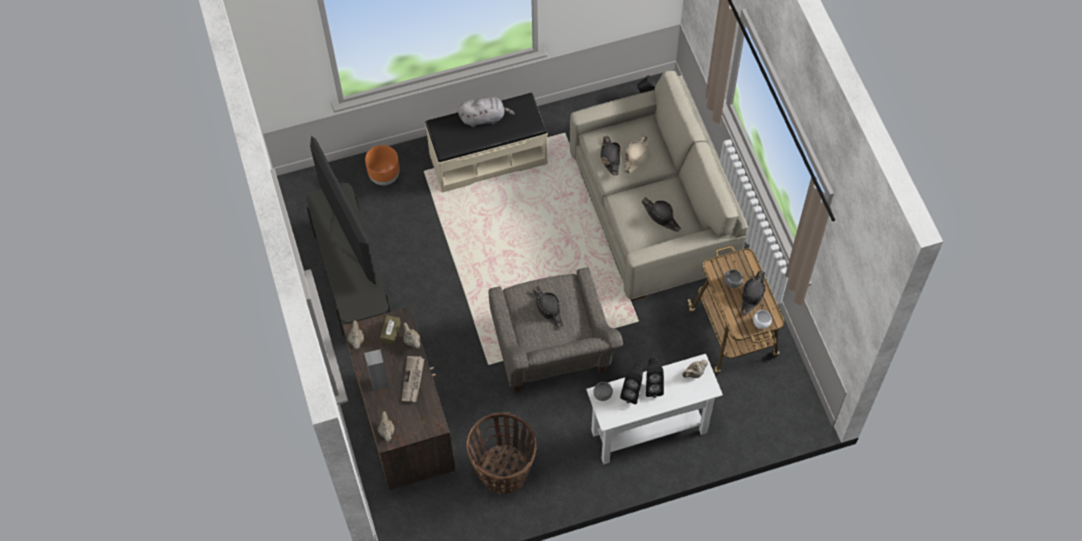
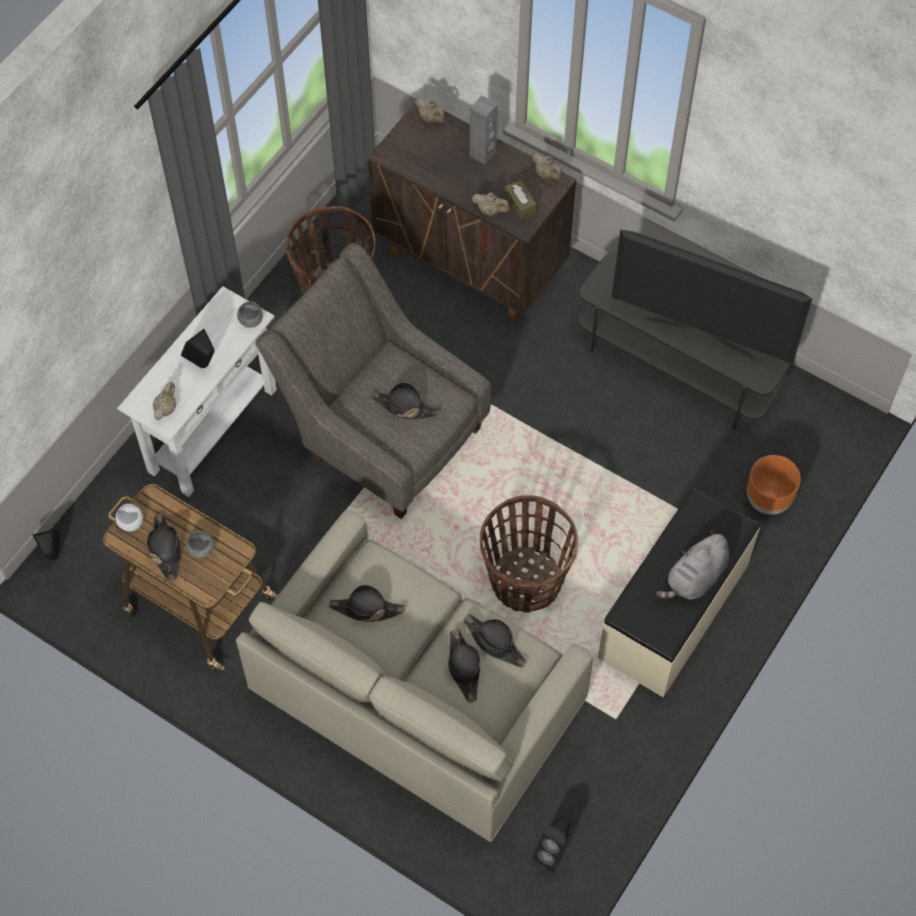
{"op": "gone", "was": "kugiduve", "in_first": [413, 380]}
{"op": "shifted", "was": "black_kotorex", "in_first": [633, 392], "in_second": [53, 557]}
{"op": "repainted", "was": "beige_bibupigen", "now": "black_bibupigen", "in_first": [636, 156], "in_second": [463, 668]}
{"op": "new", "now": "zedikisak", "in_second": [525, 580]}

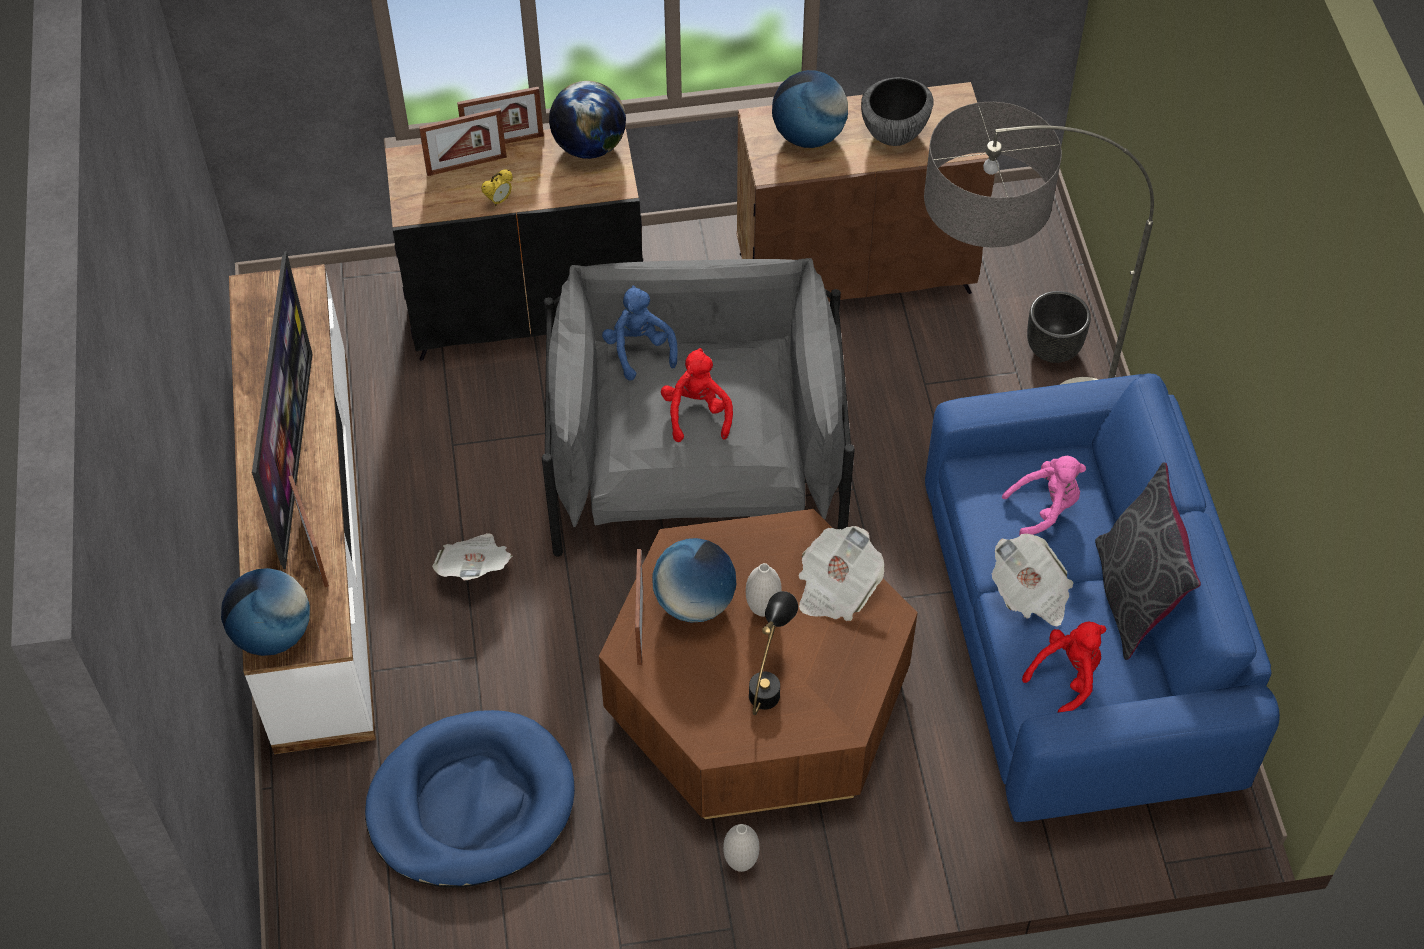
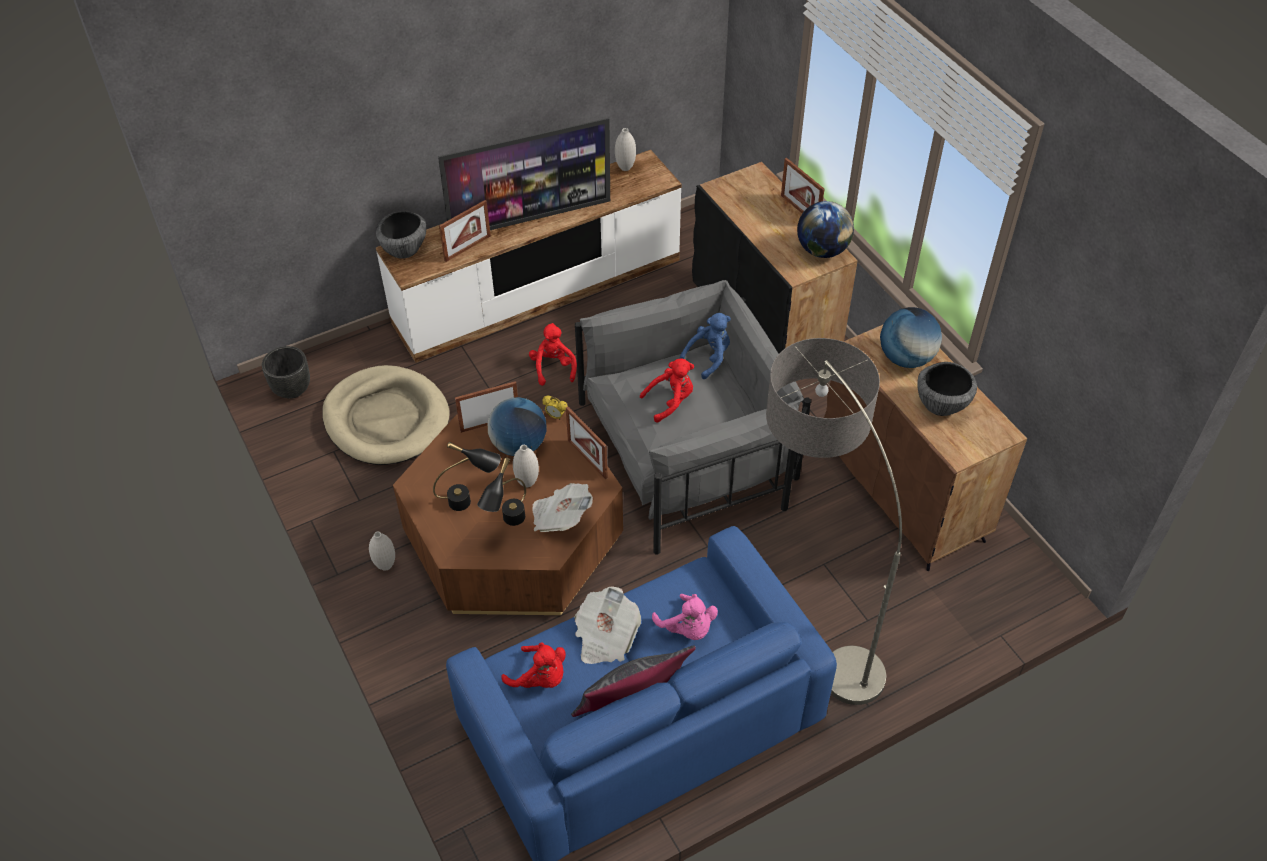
{"op": "swapped", "was": "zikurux", "now": "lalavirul", "in_first": [273, 634], "in_second": [404, 250]}
{"op": "repainted", "was": "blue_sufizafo", "now": "beige_sufizafo", "in_first": [471, 803], "in_second": [386, 419]}
{"op": "shifted", "was": "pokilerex", "in_first": [466, 165], "in_second": [587, 459]}
{"op": "swapped", "was": "kugiduve", "now": "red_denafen", "in_first": [475, 568], "in_second": [553, 367]}
{"op": "shifted", "was": "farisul", "in_first": [499, 200], "in_second": [555, 416]}
{"op": "shifted", "was": "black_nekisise", "in_first": [1053, 350], "in_second": [292, 390]}
{"op": "new", "now": "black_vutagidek", "in_second": [508, 524]}
{"op": "new", "now": "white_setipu", "in_second": [625, 167]}

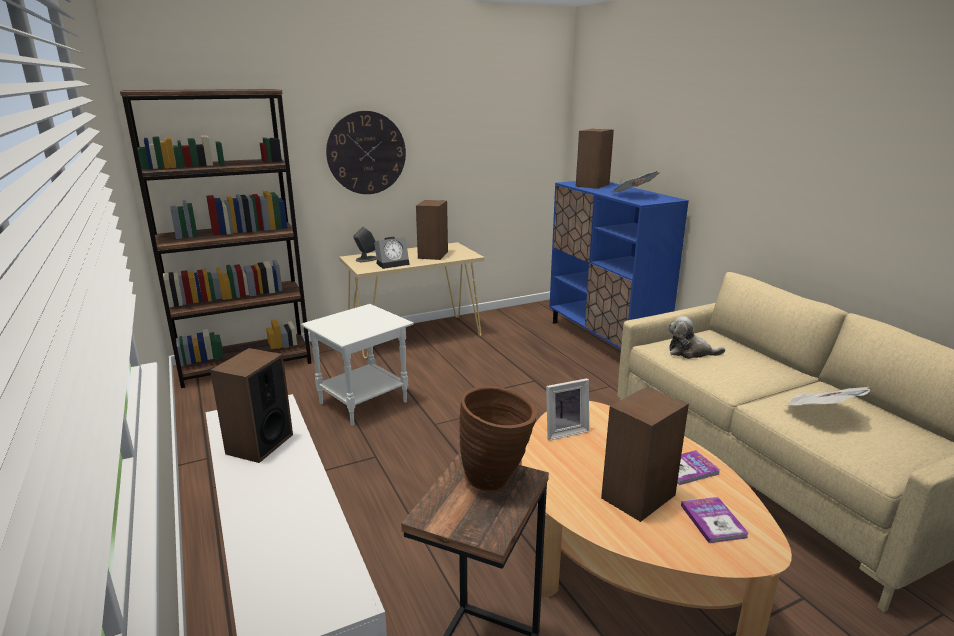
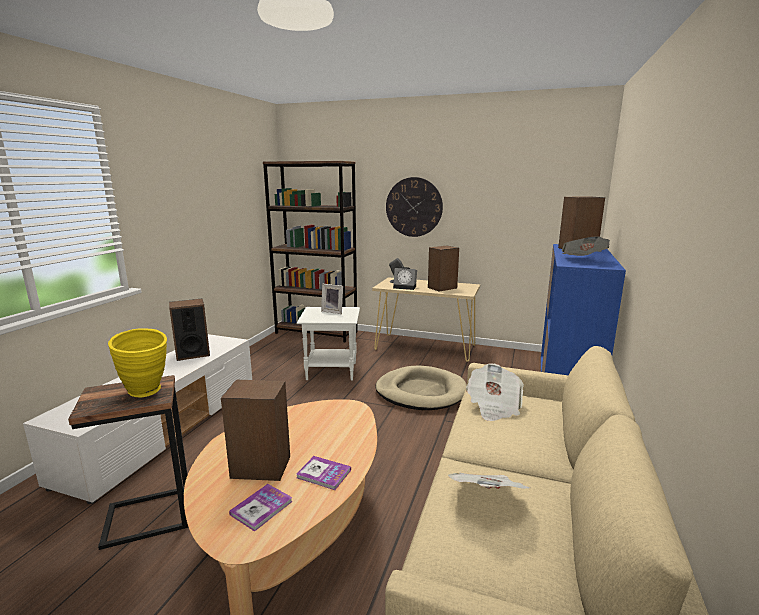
{"op": "repainted", "was": "brown_setipu", "now": "yellow_setipu", "in_first": [498, 480], "in_second": [147, 393]}
{"op": "shifted", "was": "pokilerex", "in_first": [564, 431], "in_second": [333, 311]}
{"op": "swapped", "was": "denafen", "now": "kugiduve", "in_first": [690, 352], "in_second": [493, 406]}
{"op": "new", "now": "beige_sufizafo", "in_second": [421, 392]}

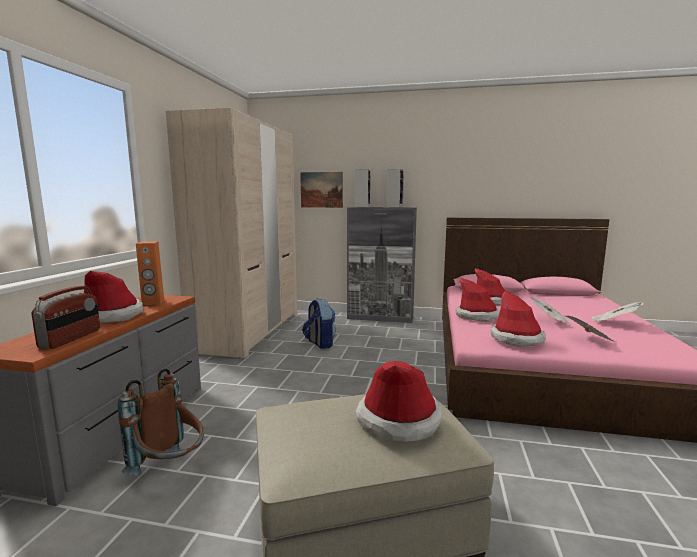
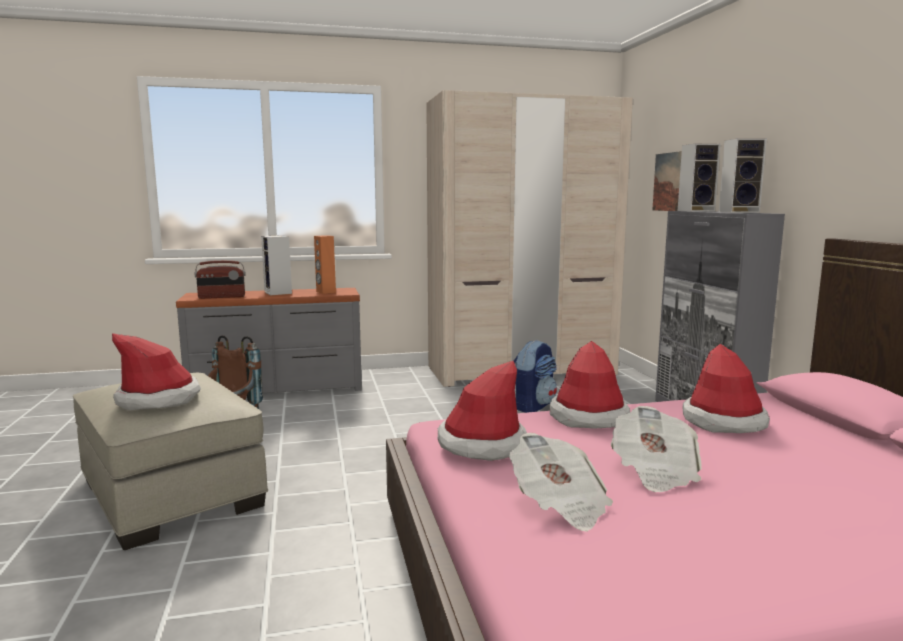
{"op": "swapped", "was": "bibupigen", "now": "kotorex", "in_first": [111, 316], "in_second": [279, 293]}
{"op": "gone", "was": "kugiduve", "in_first": [613, 323]}

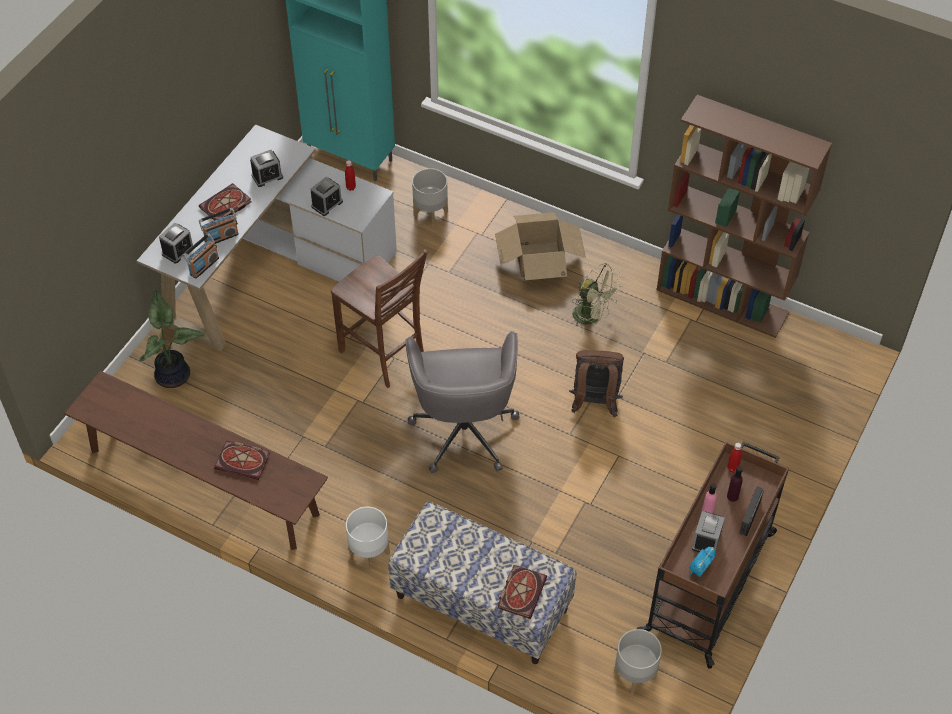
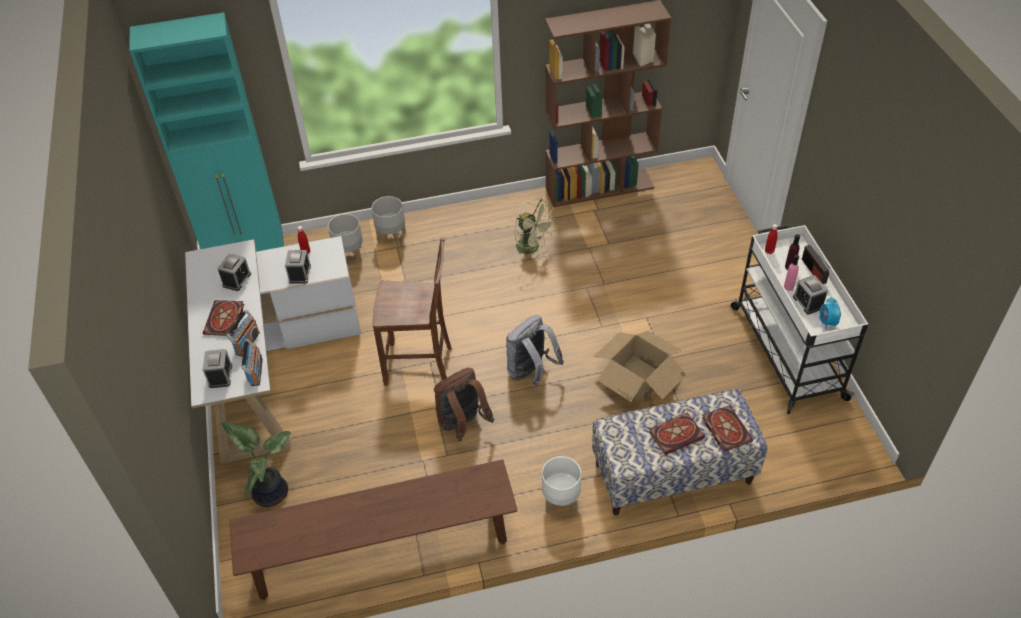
{"op": "shifted", "was": "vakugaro", "in_first": [244, 461], "in_second": [676, 434]}
{"op": "swapped", "was": "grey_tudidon", "now": "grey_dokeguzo", "in_first": [464, 429], "in_second": [531, 372]}
{"op": "shifted", "was": "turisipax", "in_first": [539, 260], "in_second": [638, 378]}
{"op": "shifted", "was": "brown_dokeguzo", "in_first": [594, 403], "in_second": [462, 425]}
{"op": "rotated", "was": "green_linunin", "in_first": [592, 317], "in_second": [532, 248], "clockwise": 45}
{"op": "shifted", "was": "grey_nekisise", "in_first": [635, 675], "in_second": [392, 237]}
{"op": "repainted", "was": "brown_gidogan", "now": "white_gidogan", "in_first": [709, 582], "in_second": [786, 350]}

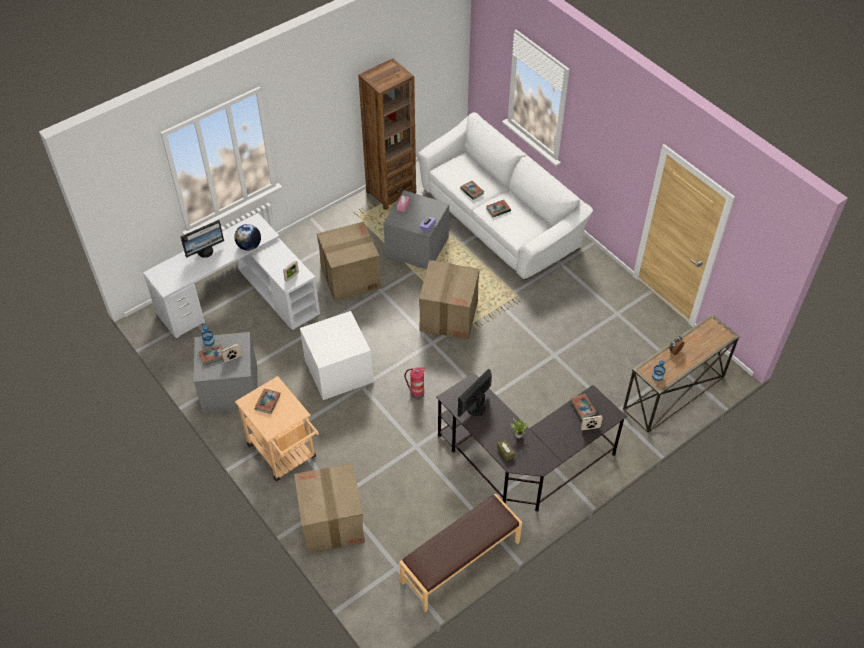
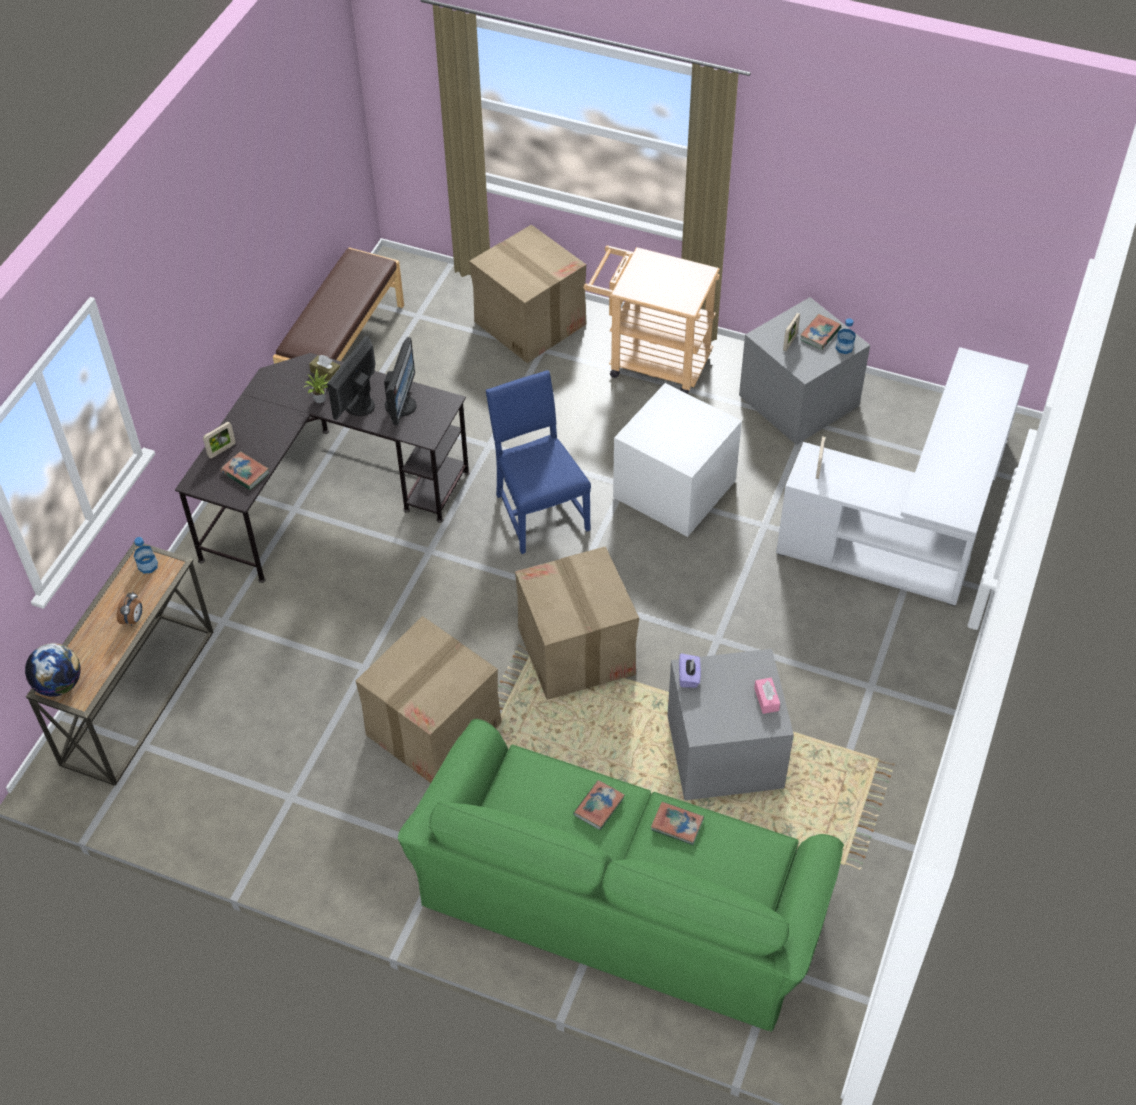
{"op": "shifted", "was": "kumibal", "in_first": [205, 251], "in_second": [358, 405]}
{"op": "shifted", "was": "zikurux", "in_first": [249, 246], "in_second": [59, 684]}
{"op": "gone", "was": "vakugaro", "in_first": [267, 402]}
{"op": "shifted", "was": "turisipax", "in_first": [350, 277], "in_second": [434, 728]}
{"op": "gone", "was": "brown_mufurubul", "in_first": [391, 192]}
{"op": "swapped", "was": "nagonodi", "now": "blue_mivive", "in_first": [416, 393], "in_second": [538, 511]}
{"op": "repainted", "was": "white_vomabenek", "now": "green_vomabenek", "in_first": [499, 218], "in_second": [621, 897]}

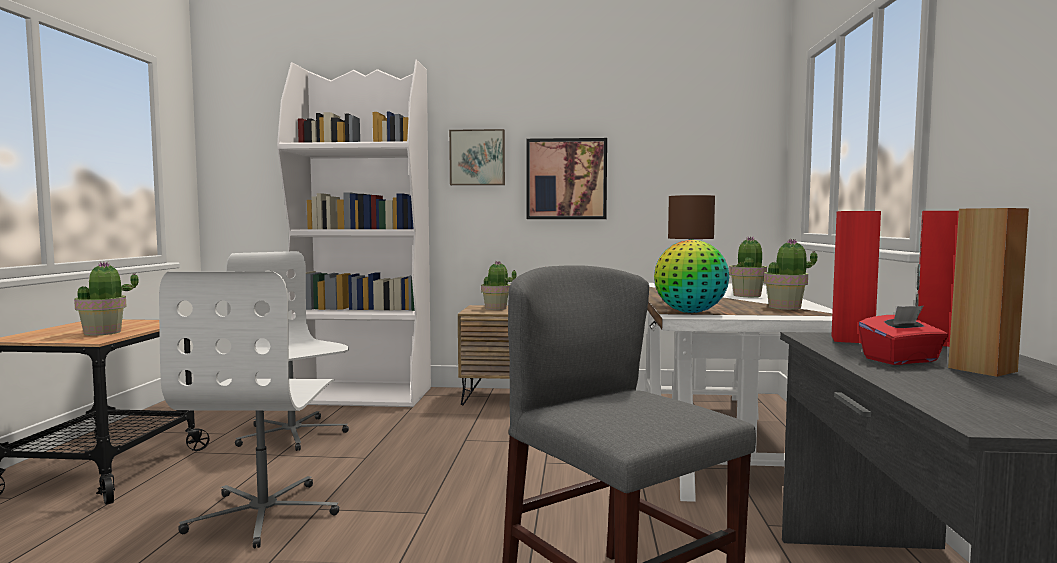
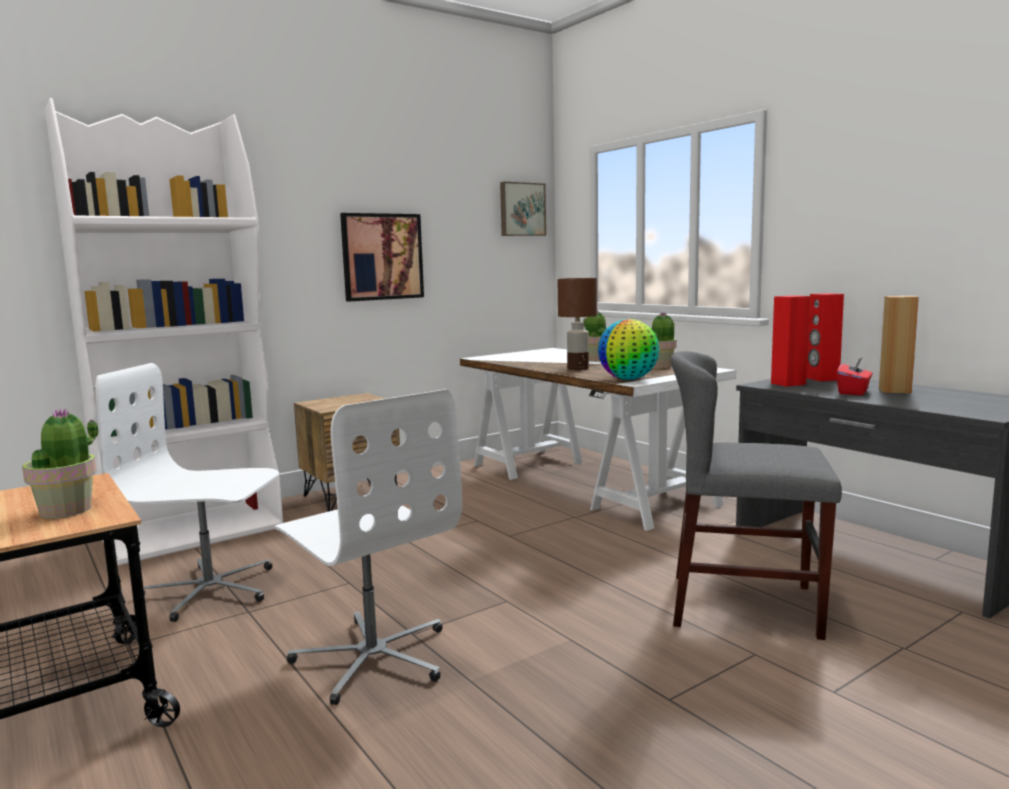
{"op": "shifted", "was": "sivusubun", "in_first": [477, 157], "in_second": [521, 209]}
{"op": "gone", "was": "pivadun", "in_first": [496, 308]}

